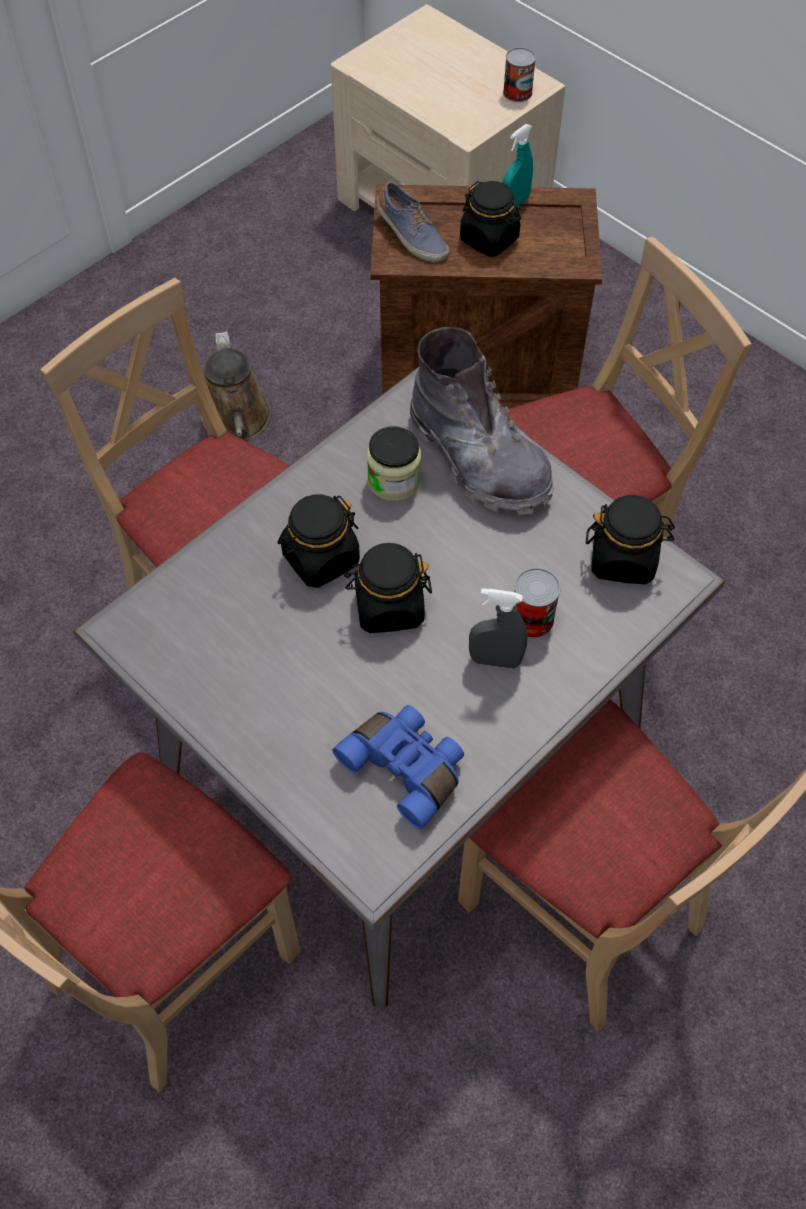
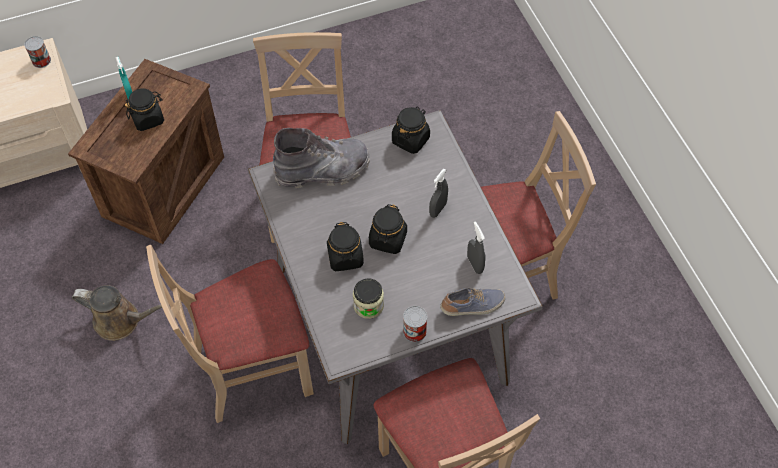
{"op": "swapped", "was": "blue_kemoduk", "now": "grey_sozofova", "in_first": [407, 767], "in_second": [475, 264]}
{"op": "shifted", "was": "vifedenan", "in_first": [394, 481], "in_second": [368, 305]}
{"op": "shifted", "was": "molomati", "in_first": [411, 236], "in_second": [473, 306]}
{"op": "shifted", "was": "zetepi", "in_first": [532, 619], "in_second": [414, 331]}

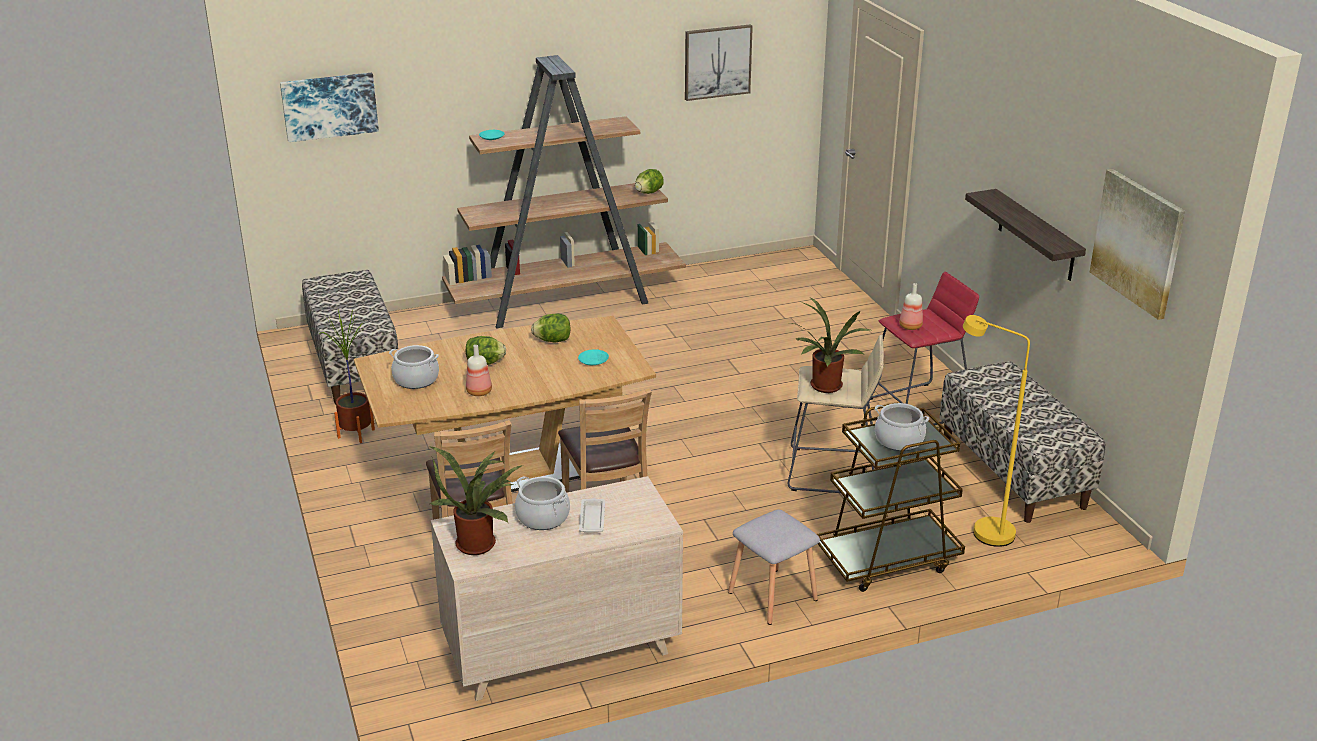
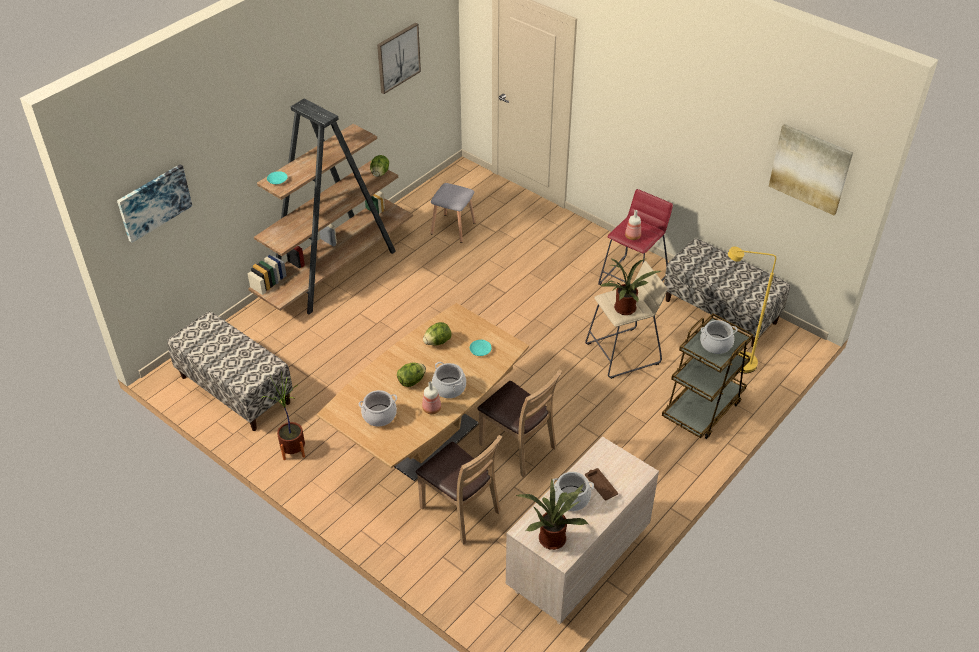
{"op": "repainted", "was": "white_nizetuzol", "now": "brown_nizetuzol", "in_first": [592, 518], "in_second": [600, 485]}
{"op": "shifted", "was": "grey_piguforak", "in_first": [773, 595], "in_second": [453, 227]}
{"op": "gone", "was": "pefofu", "in_first": [1036, 235]}
{"op": "new", "now": "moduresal", "in_second": [449, 388]}

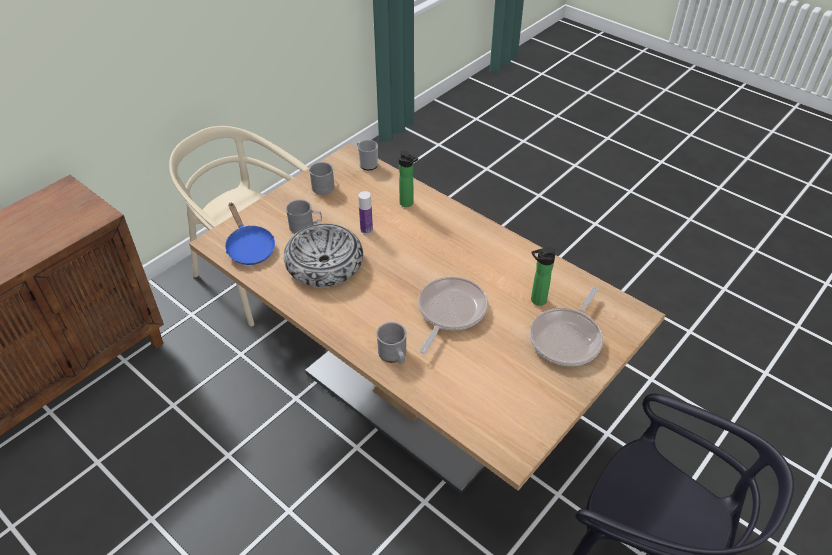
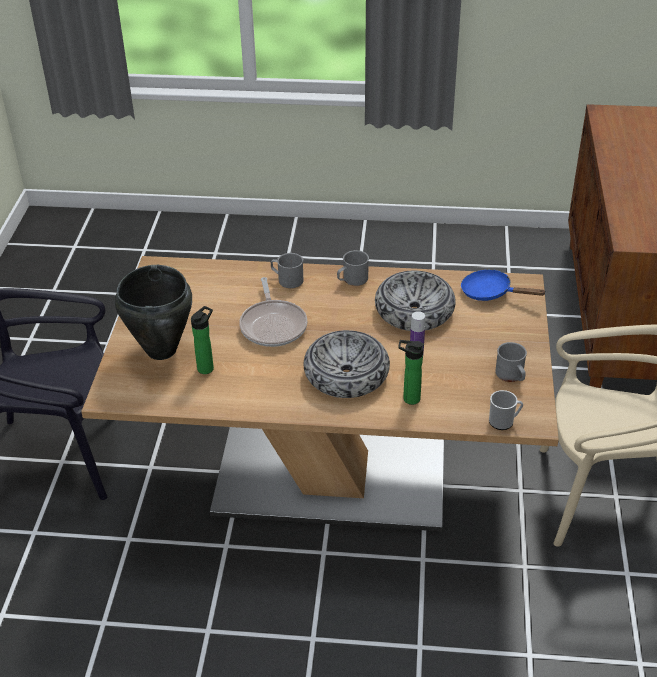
{"op": "shifted", "was": "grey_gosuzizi", "in_first": [305, 226], "in_second": [352, 280]}
{"op": "swapped", "was": "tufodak", "now": "black_moduresal", "in_first": [567, 338], "in_second": [160, 350]}
{"op": "new", "now": "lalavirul", "in_second": [346, 374]}

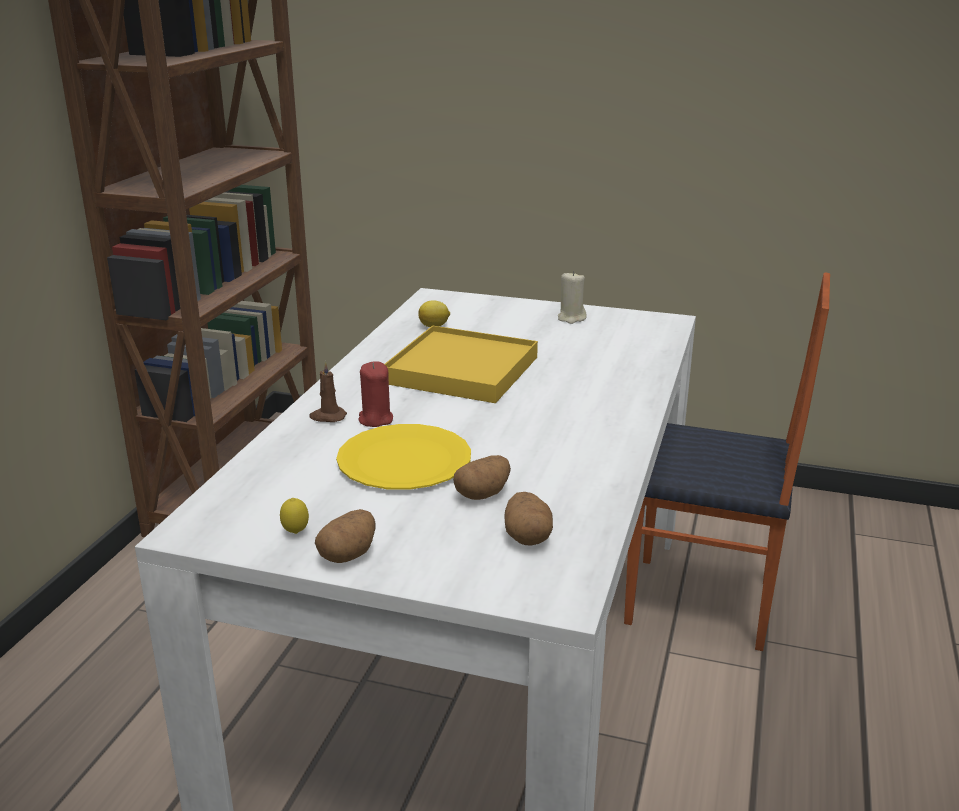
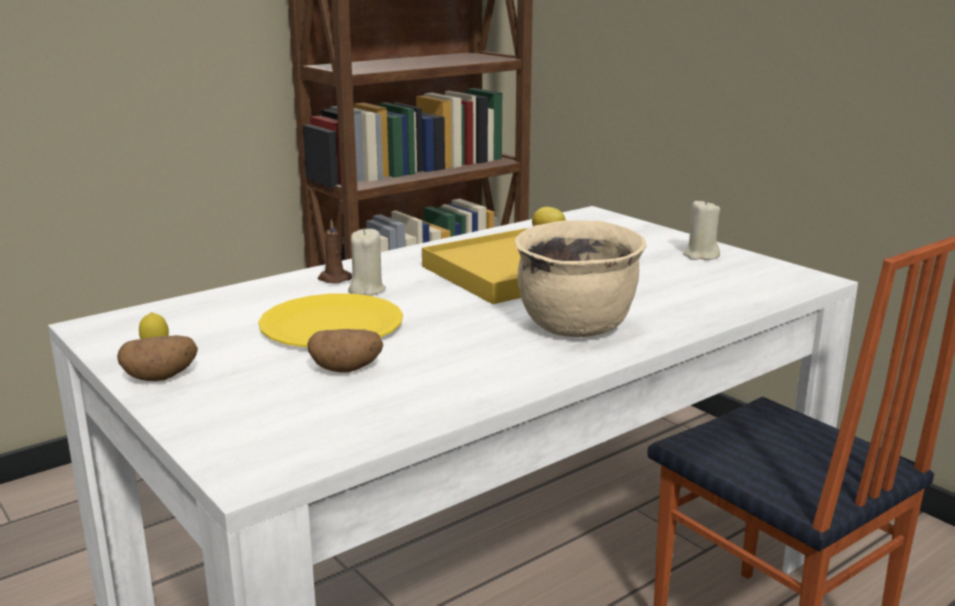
{"op": "repainted", "was": "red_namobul", "now": "beige_namobul", "in_first": [375, 419], "in_second": [366, 290]}
{"op": "gone", "was": "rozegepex", "in_first": [527, 536]}
{"op": "new", "now": "beige_moduresal", "in_second": [577, 327]}

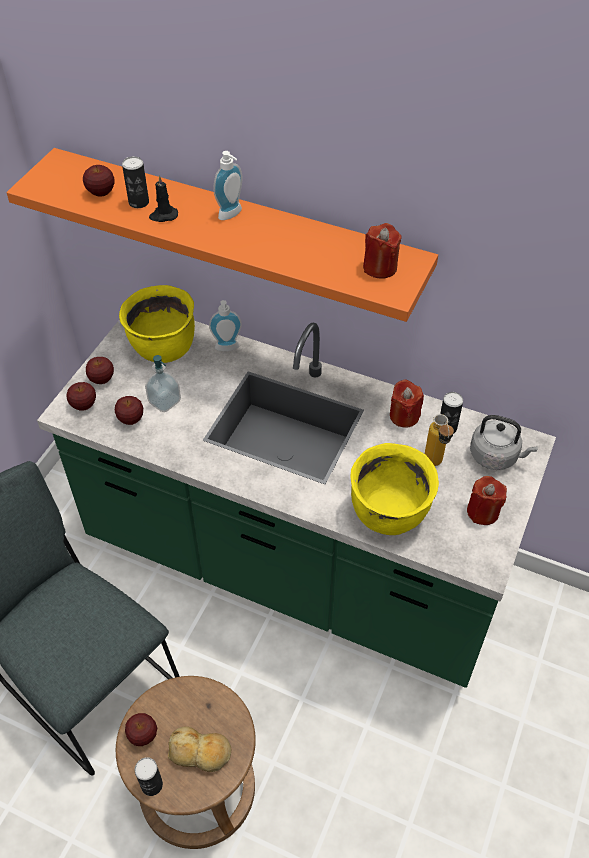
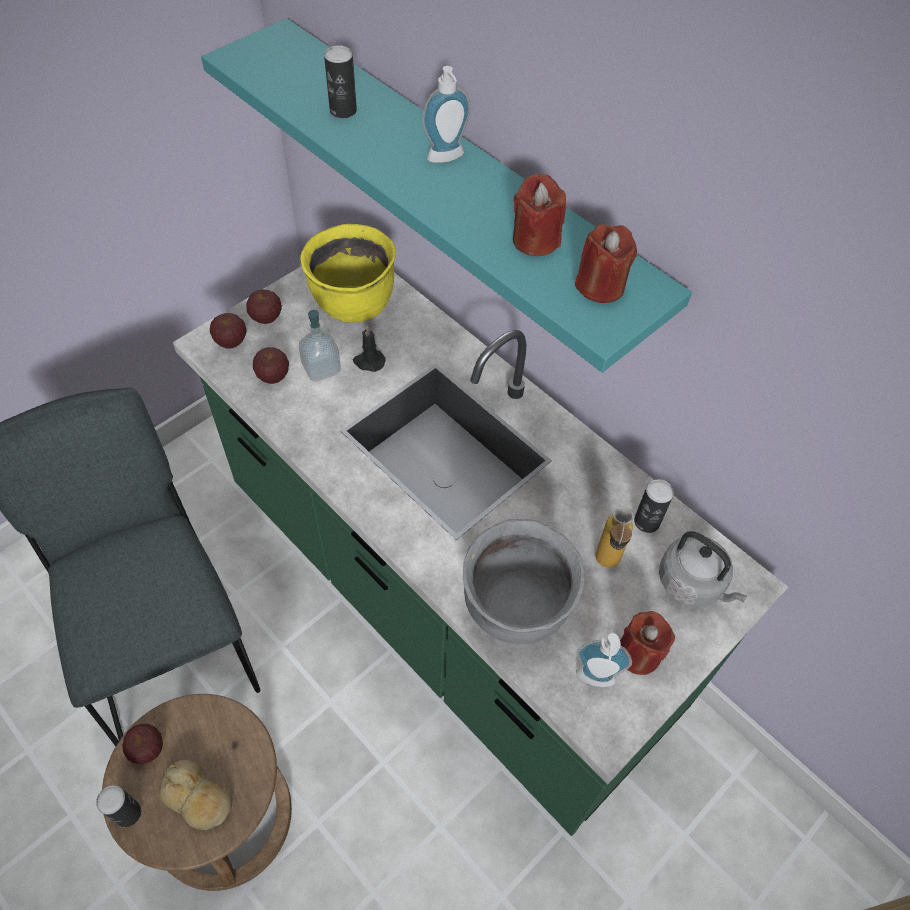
{"op": "repainted", "was": "orange_pefofu", "now": "turquoise_pefofu", "in_first": [236, 227], "in_second": [461, 178]}
{"op": "gone", "was": "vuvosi", "in_first": [101, 193]}
{"op": "shifted", "was": "black_namobul", "in_first": [163, 215], "in_second": [368, 362]}
{"op": "shifted", "was": "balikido", "in_first": [227, 349], "in_second": [595, 681]}
{"op": "repainted", "was": "yellow_moduresal", "now": "grey_moduresal", "in_first": [389, 514], "in_second": [516, 609]}
{"op": "shifted", "was": "red_namobul", "in_first": [404, 416], "in_second": [535, 240]}

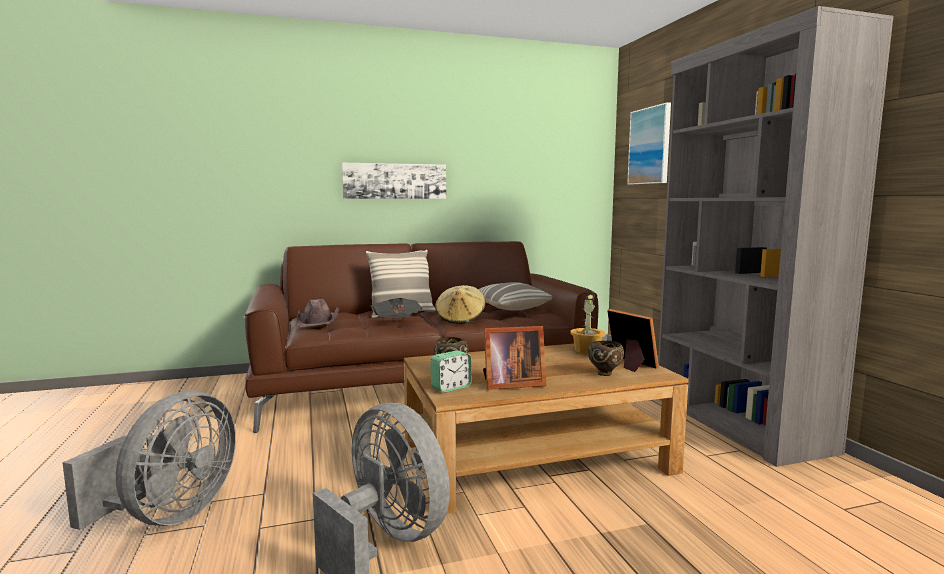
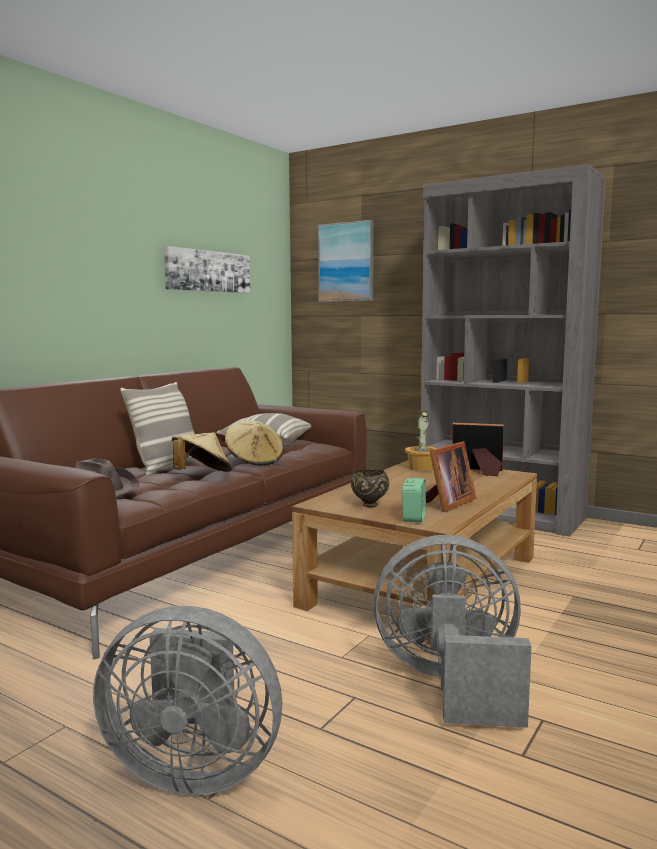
{"op": "rotated", "was": "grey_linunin", "in_first": [169, 515], "in_second": [193, 769], "clockwise": 120}
{"op": "shifted", "was": "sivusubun", "in_first": [395, 181], "in_second": [208, 271]}
{"op": "swapped", "was": "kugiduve", "now": "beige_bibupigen", "in_first": [397, 323], "in_second": [202, 475]}
{"op": "gone", "was": "brown_lalavirul", "in_first": [605, 373]}

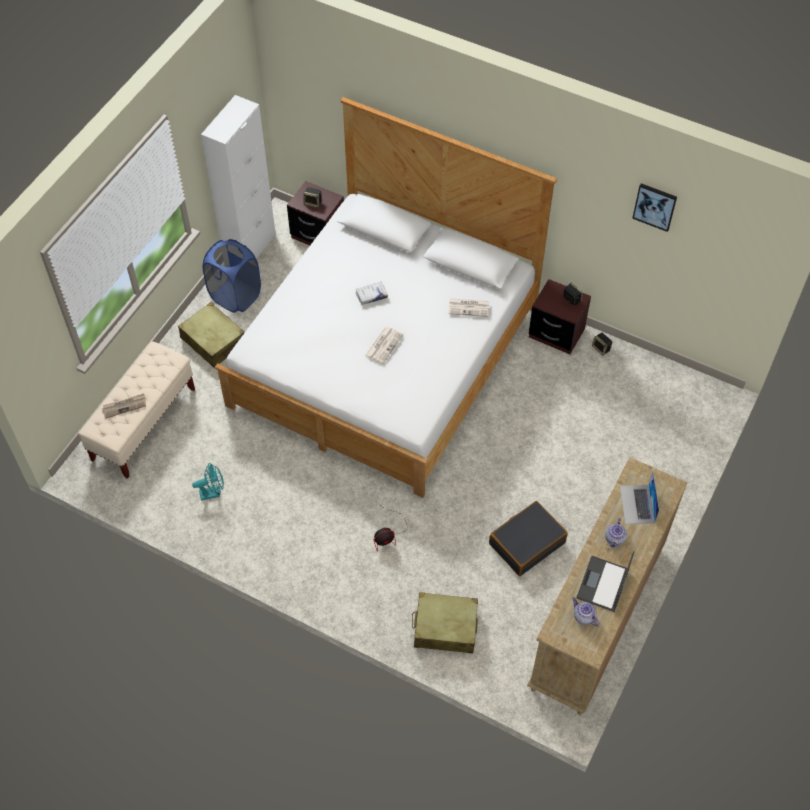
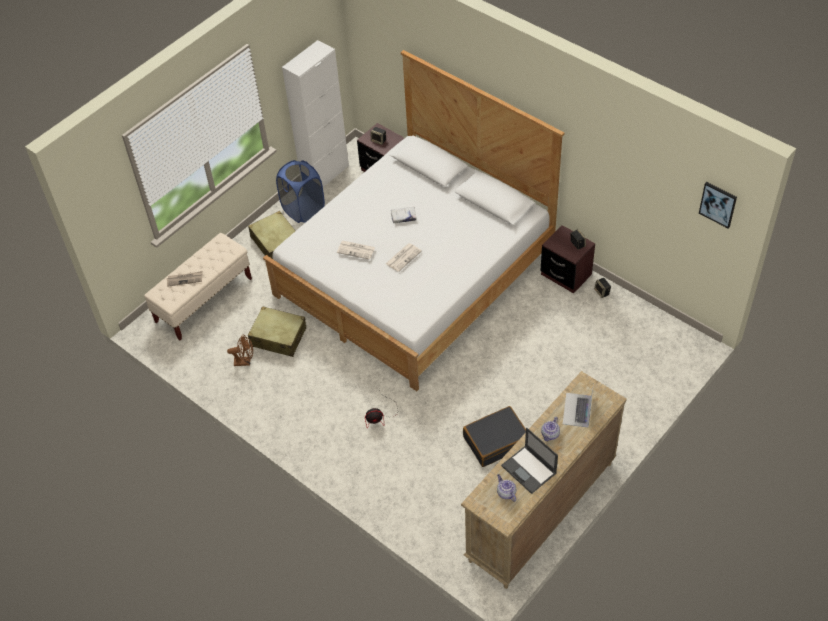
{"op": "repainted", "was": "turquoise_linunin", "now": "brown_linunin", "in_first": [213, 493], "in_second": [245, 361]}
{"op": "shifted", "was": "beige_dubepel", "in_first": [445, 628], "in_second": [278, 337]}
{"op": "shifted", "was": "kugiduve", "in_first": [469, 307], "in_second": [356, 250]}
{"op": "rotated", "was": "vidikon", "in_first": [602, 585], "in_second": [529, 470], "clockwise": -75}
{"op": "shifted", "was": "sivusubun", "in_first": [655, 206], "in_second": [718, 204]}

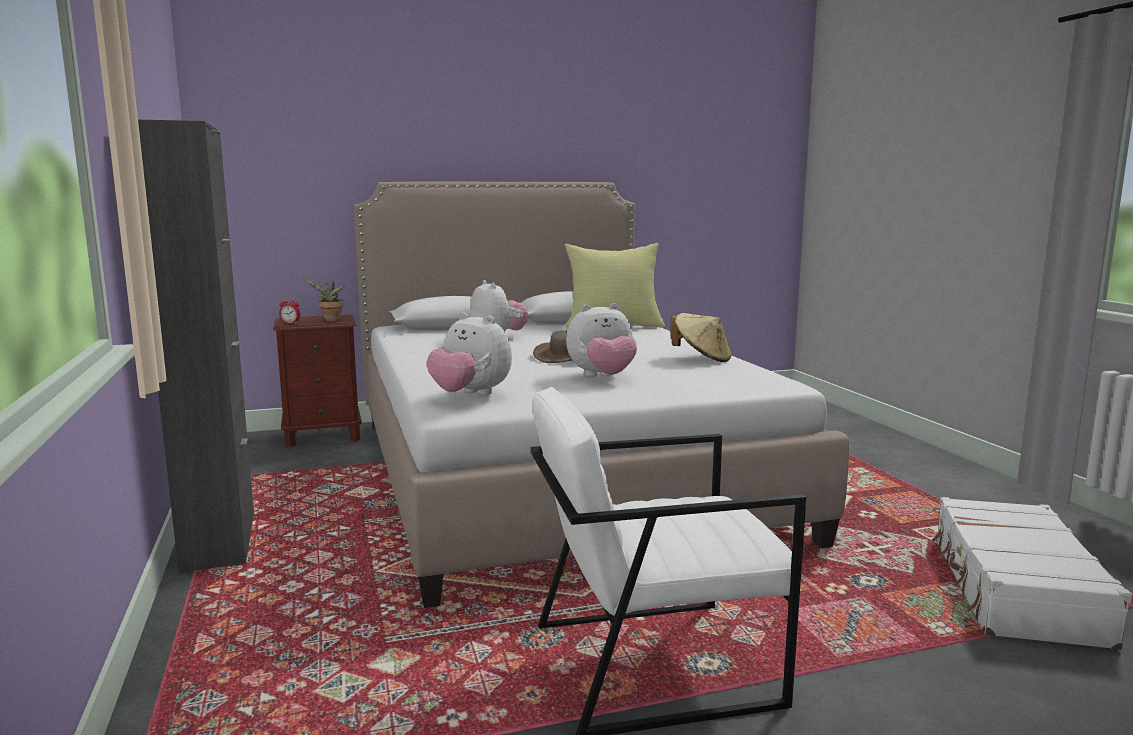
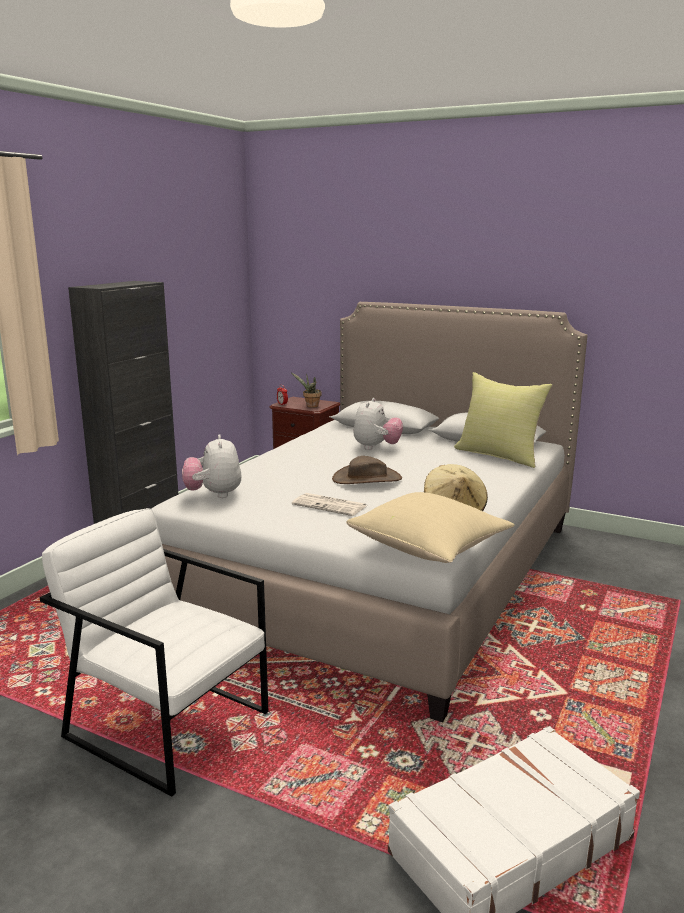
{"op": "swapped", "was": "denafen", "now": "kugiduve", "in_first": [602, 377], "in_second": [330, 505]}
{"op": "new", "now": "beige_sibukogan", "in_second": [430, 549]}

